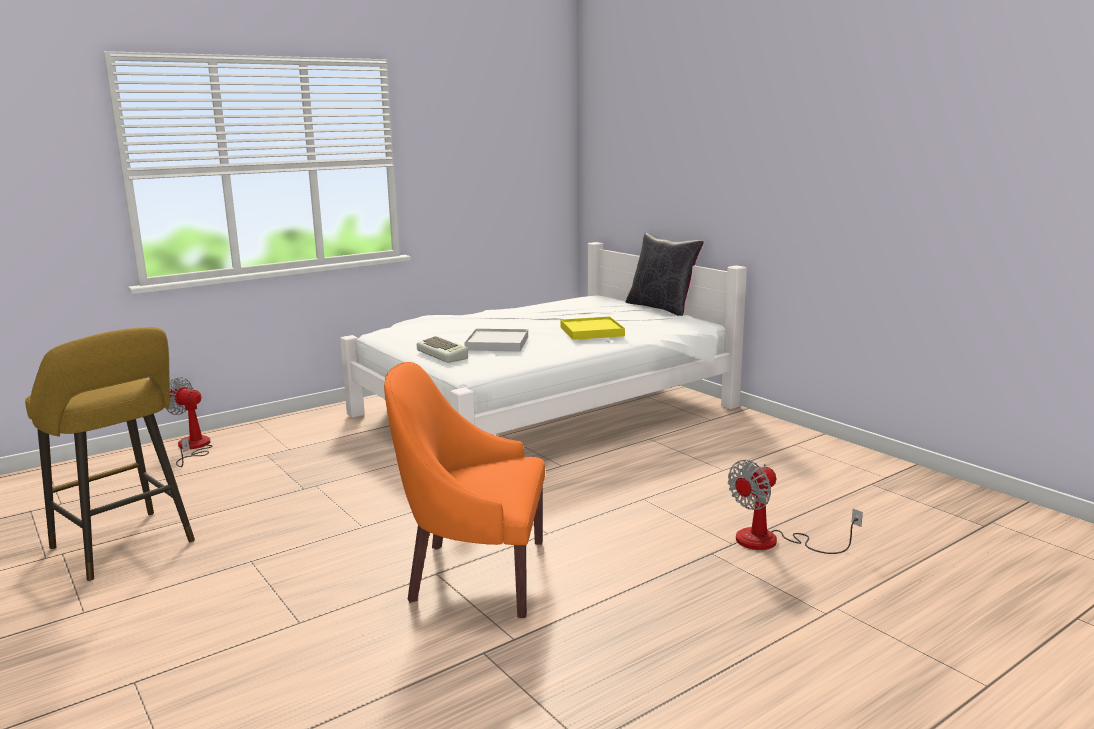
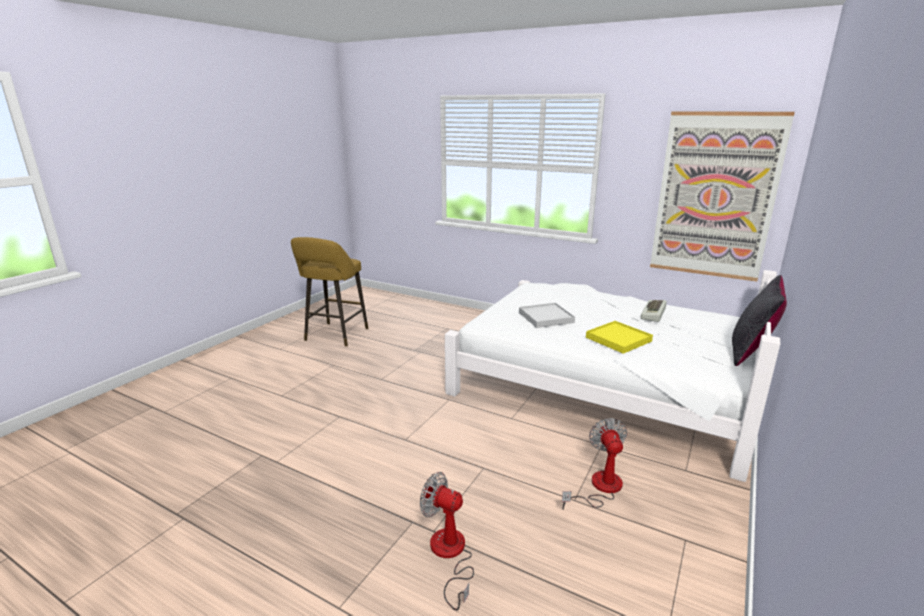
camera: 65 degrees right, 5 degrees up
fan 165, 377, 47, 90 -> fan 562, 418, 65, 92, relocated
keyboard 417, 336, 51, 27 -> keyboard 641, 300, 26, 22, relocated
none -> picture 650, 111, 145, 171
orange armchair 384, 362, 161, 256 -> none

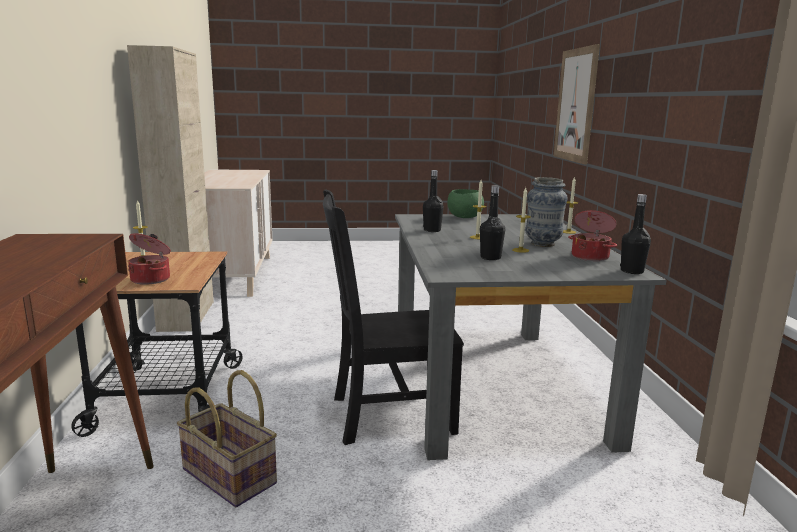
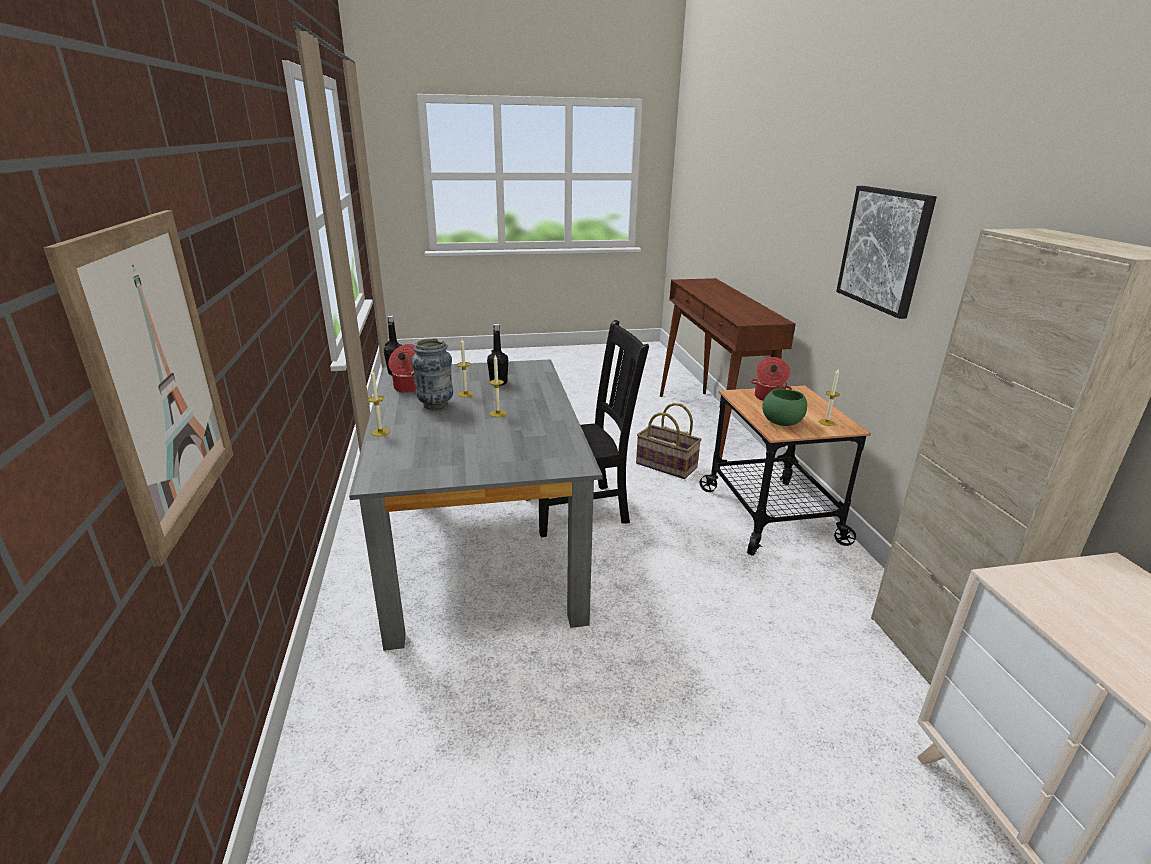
camera: 175 degrees right, 10 degrees up
green bowl 447, 189, 37, 29 -> green bowl 762, 388, 45, 38, relocated
none -> picture 836, 186, 101, 133
black bottle 423, 170, 21, 62 -> none

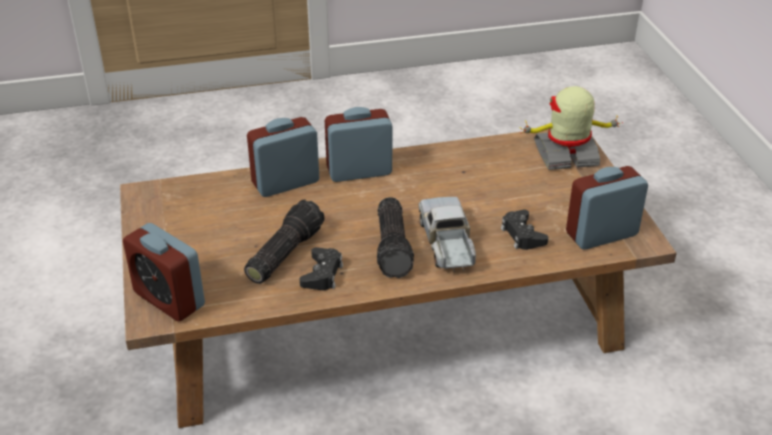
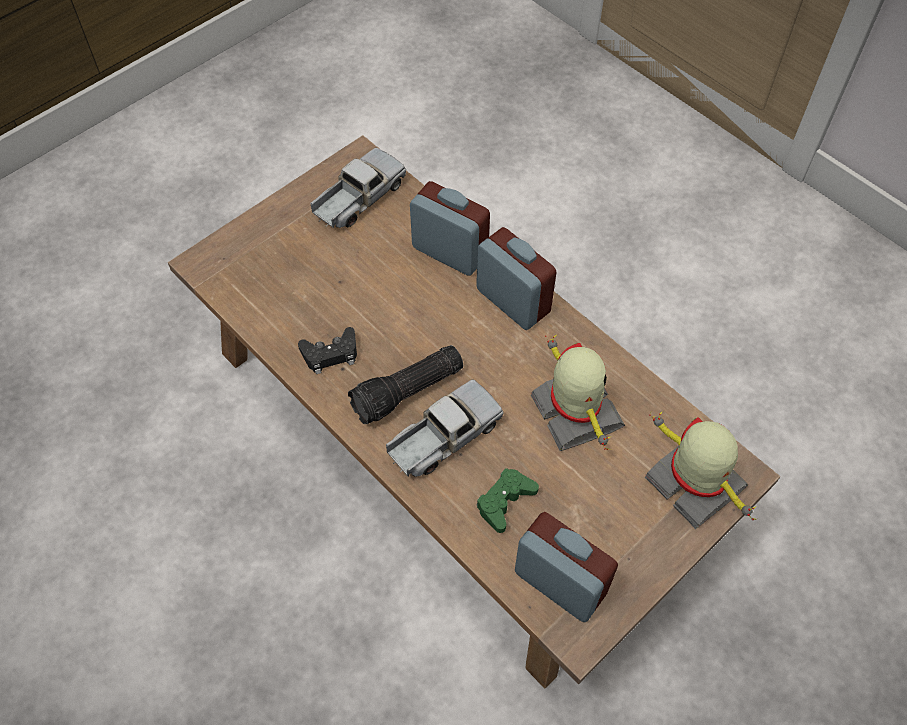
camera: 60 degrees right, 20 degrees up
none -> toy truck 310, 148, 96, 80
black game controller 501, 210, 47, 40 -> green game controller 476, 468, 63, 65
none -> toy robot 531, 334, 94, 117
alarm clock 123, 223, 82, 98 -> none
flashlight 244, 200, 81, 84 -> none

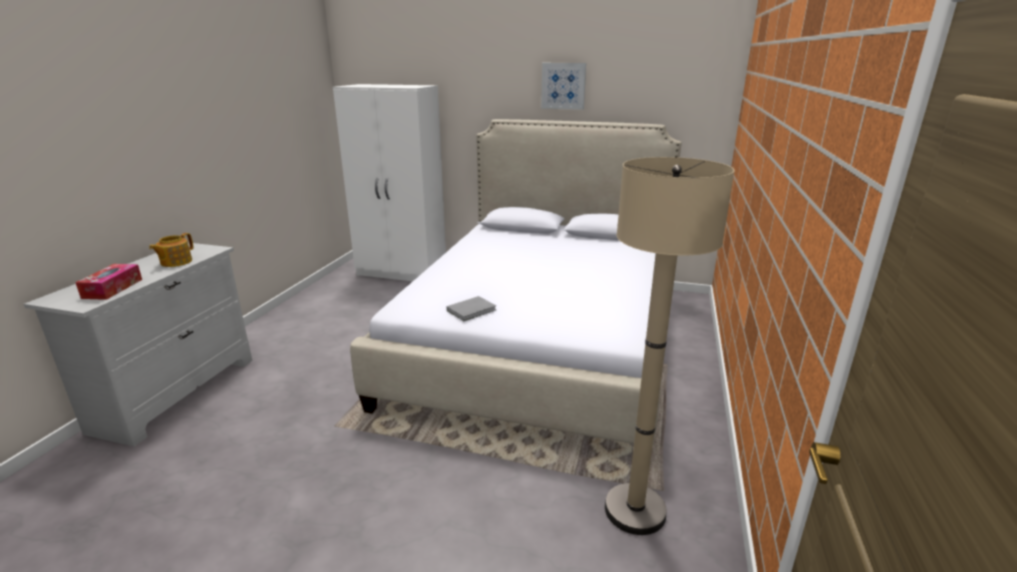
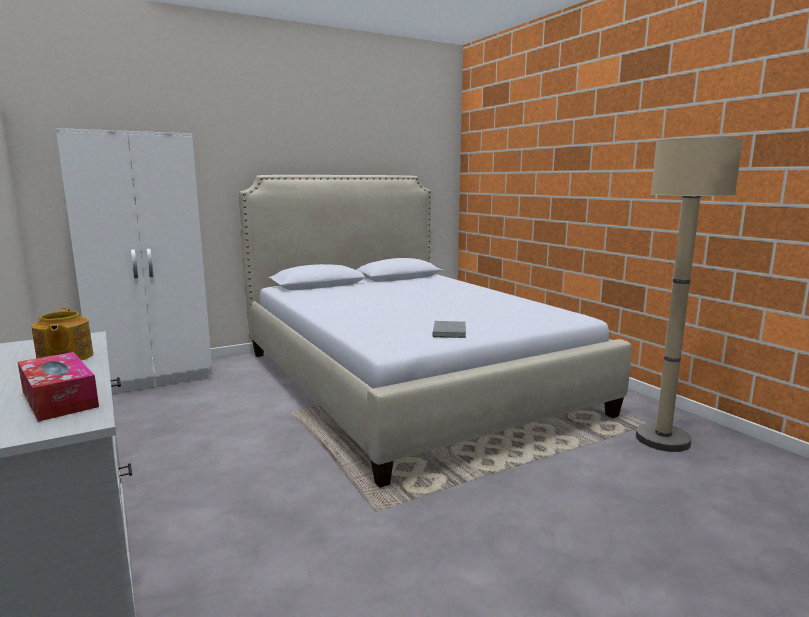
camera: 45 degrees left, 10 degrees down
picture 541, 63, 45, 47 -> none

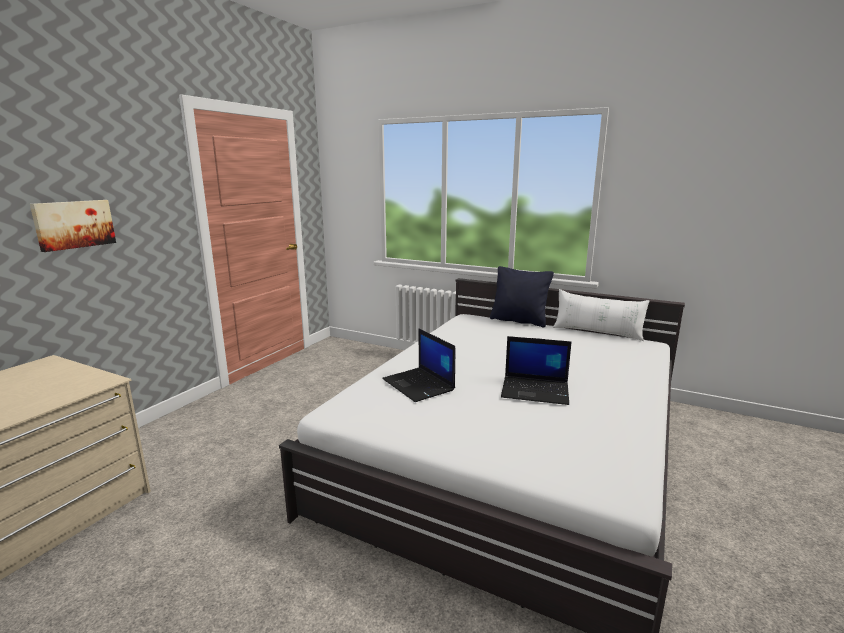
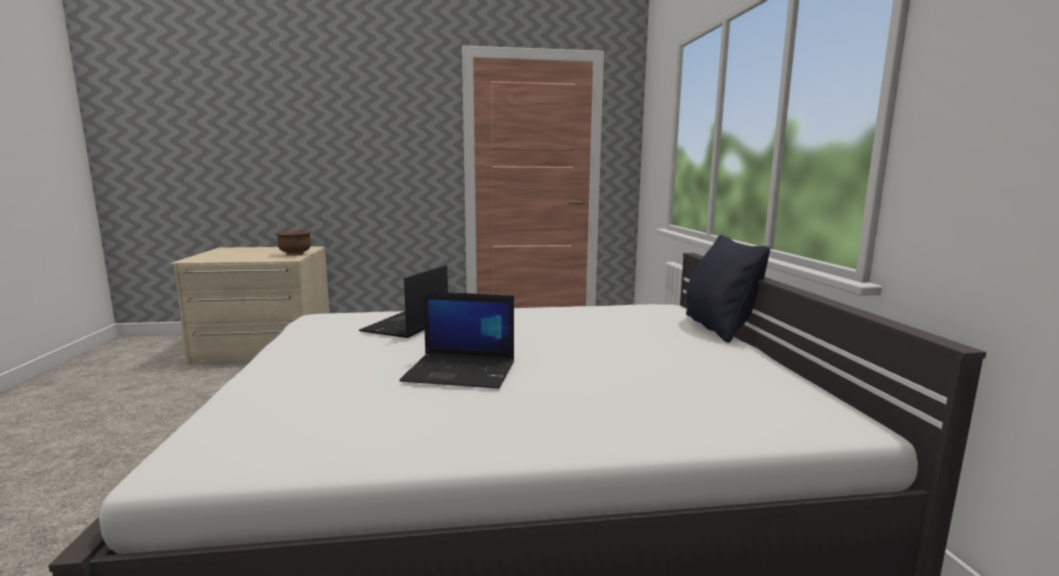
camera: 55 degrees right, 5 degrees down
none -> brown bowl 275, 231, 37, 25
laptop 501, 336, 71, 69 -> laptop 400, 292, 114, 97, 60 degrees counterclockwise
picture 30, 200, 86, 52 -> none
white pillow 553, 289, 97, 52 -> none

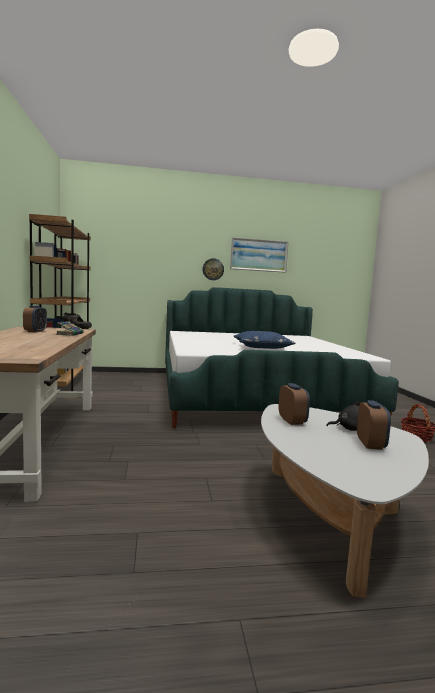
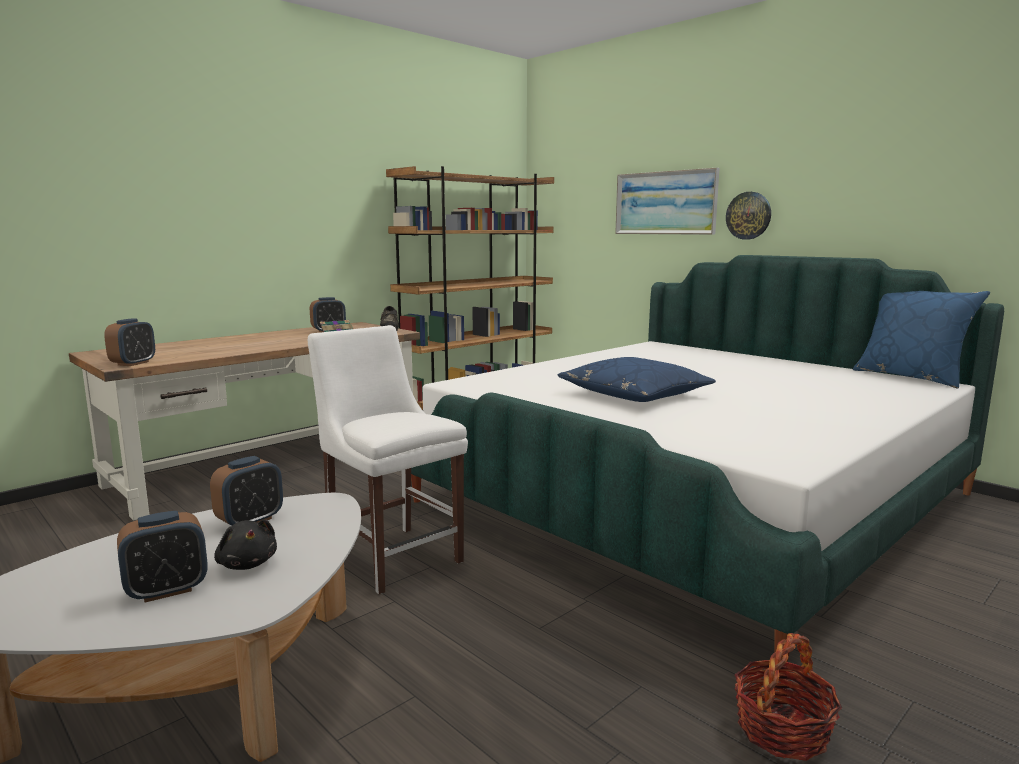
camera: 55 degrees right, 5 degrees up
none -> alarm clock 104, 318, 51, 48
none -> white chair 308, 325, 160, 269
picture 230, 237, 58, 36 -> picture 615, 168, 104, 67, relocated
none -> blue pillow 853, 291, 137, 97

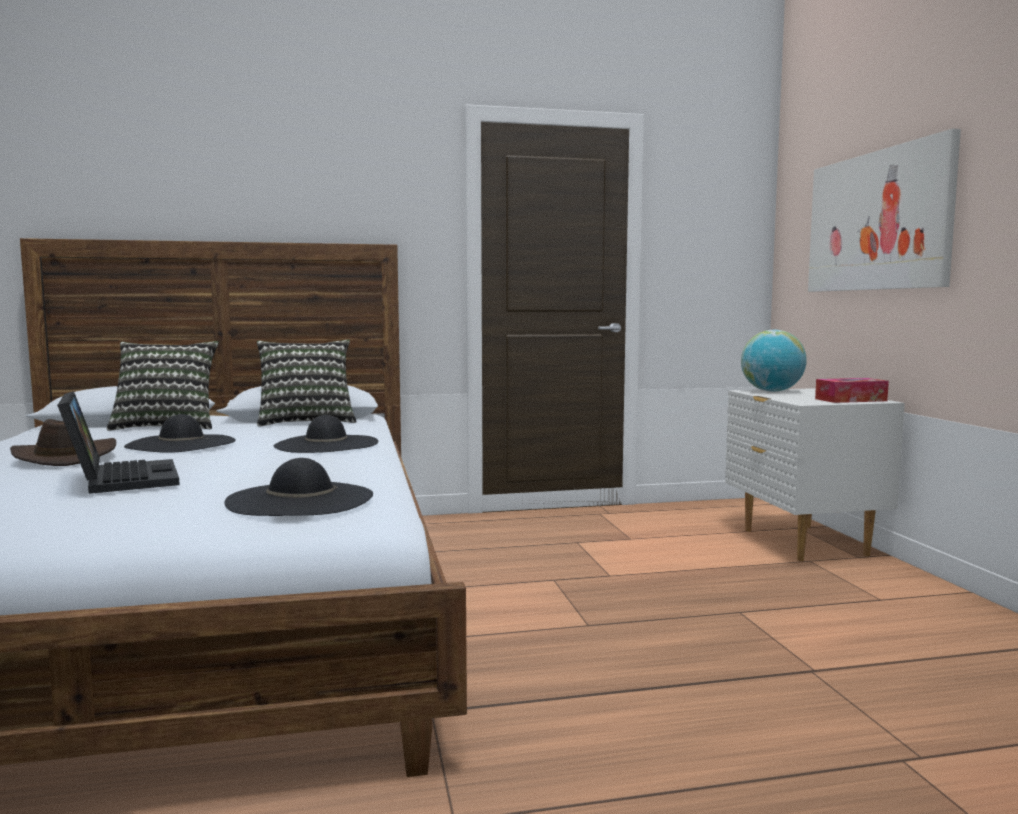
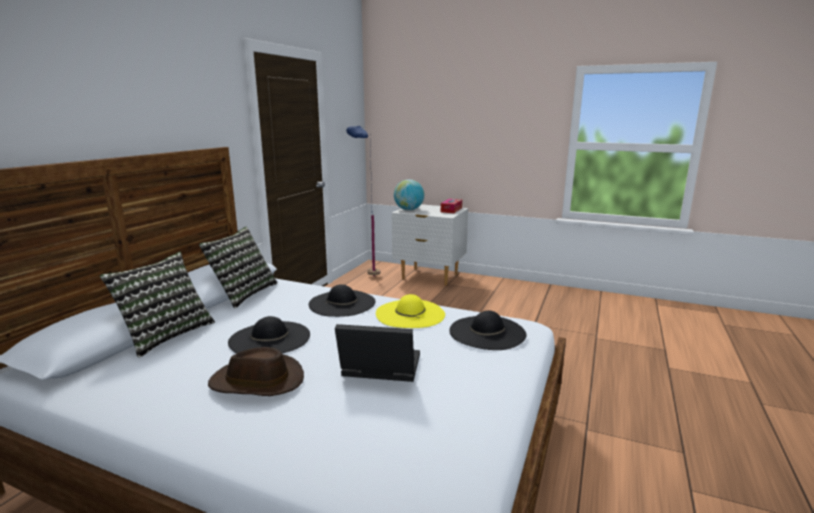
camera: 55 degrees left, 10 degrees up
none -> blue floor lamp 346, 126, 34, 151
none -> yellow hat 376, 294, 69, 34
picture 808, 129, 153, 163 -> none

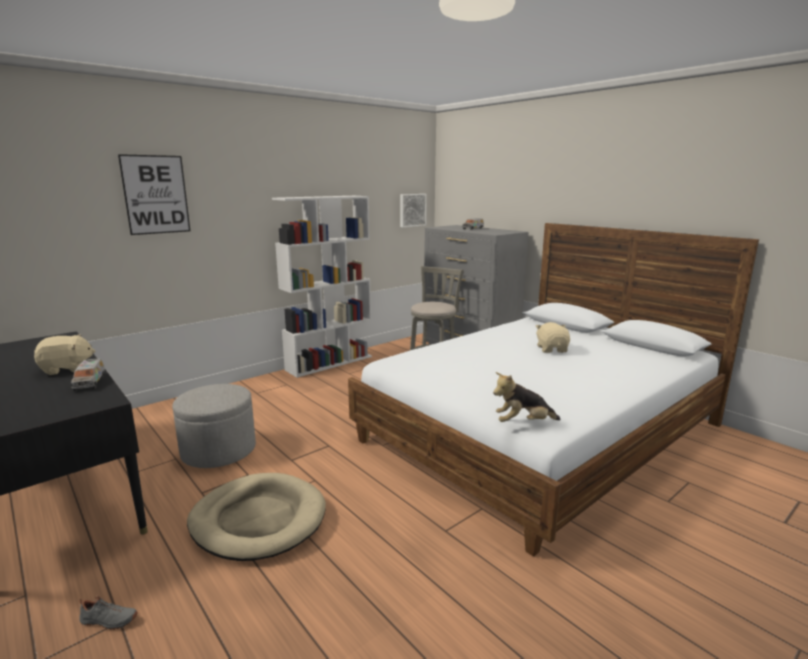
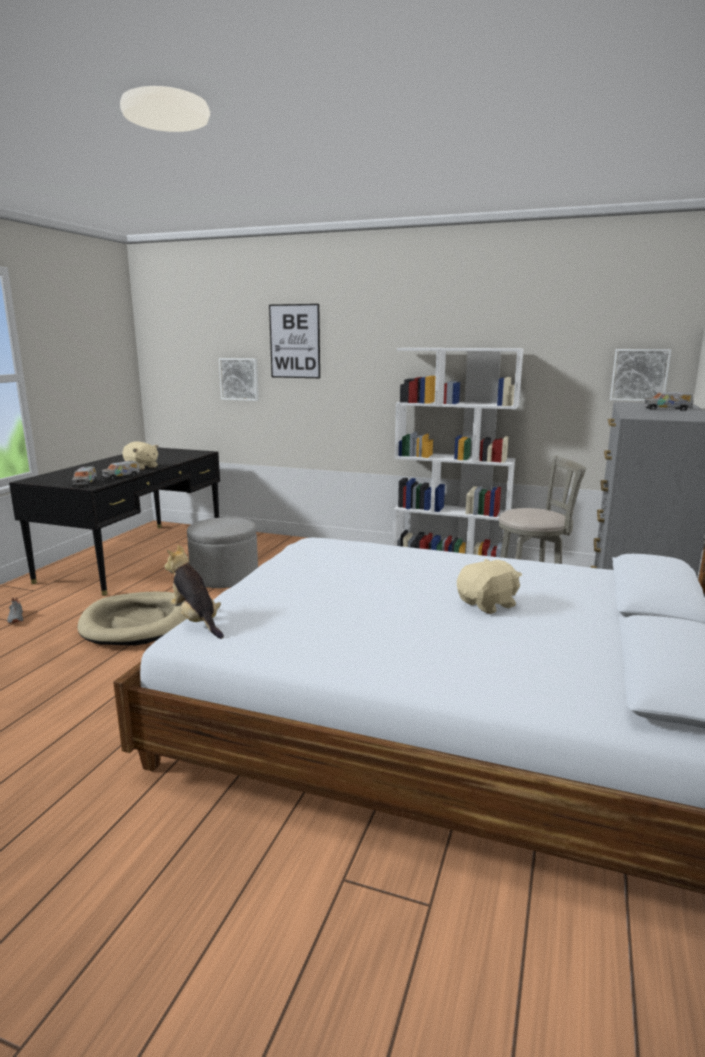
camera: 60 degrees right, 0 degrees up
none -> toy truck 72, 466, 25, 21
none -> picture 219, 358, 40, 43

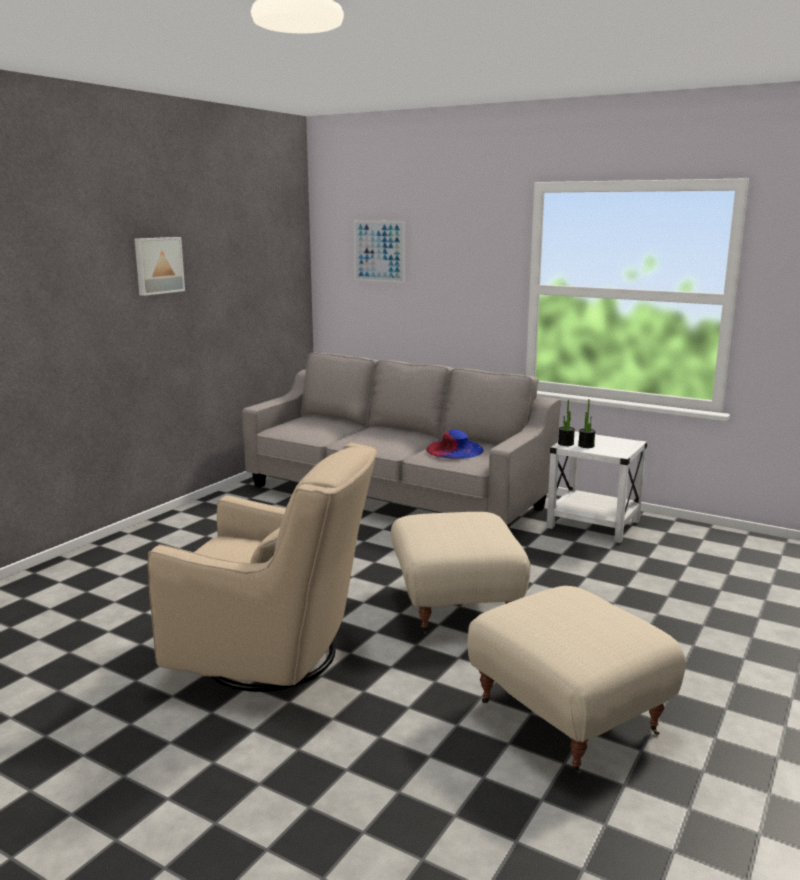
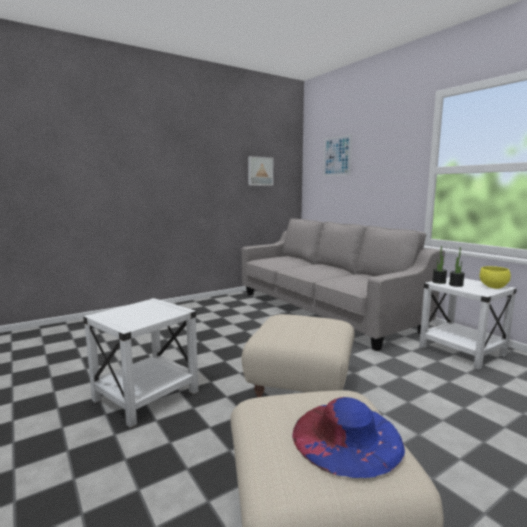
camera: 25 degrees right, 5 degrees down
beige armchair 148, 442, 229, 250 -> white side table 83, 298, 115, 130
picture 134, 237, 51, 59 -> picture 248, 156, 25, 30, relocated
blue hat 426, 430, 58, 29 -> blue hat 292, 397, 113, 81, relocated
none -> yellow bowl 479, 266, 32, 23

